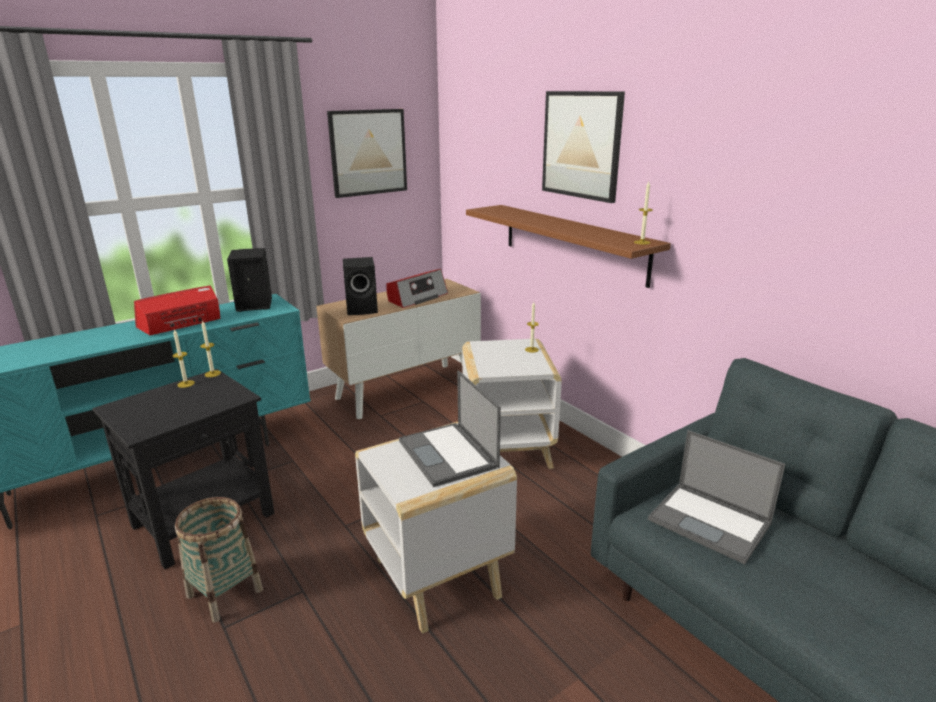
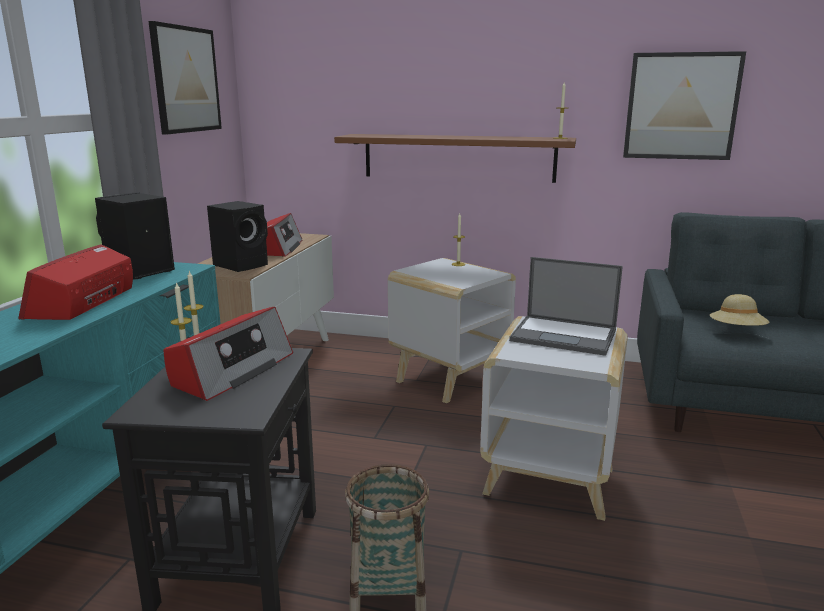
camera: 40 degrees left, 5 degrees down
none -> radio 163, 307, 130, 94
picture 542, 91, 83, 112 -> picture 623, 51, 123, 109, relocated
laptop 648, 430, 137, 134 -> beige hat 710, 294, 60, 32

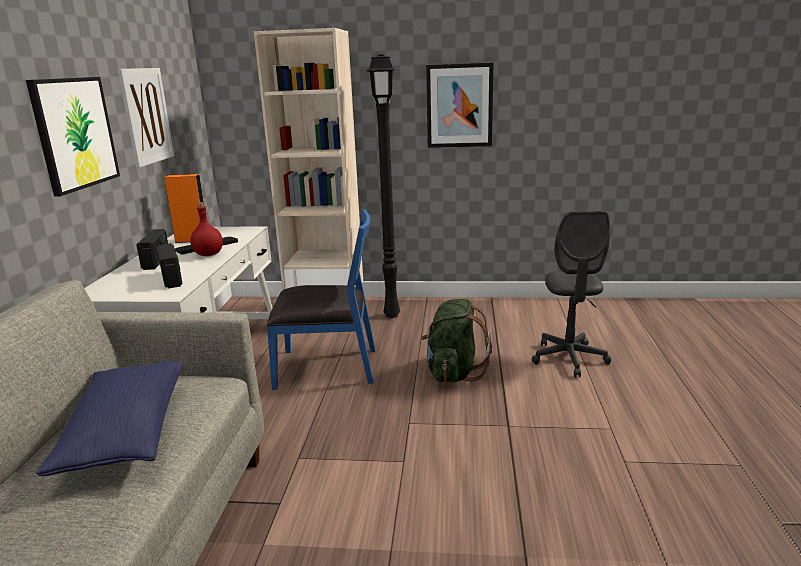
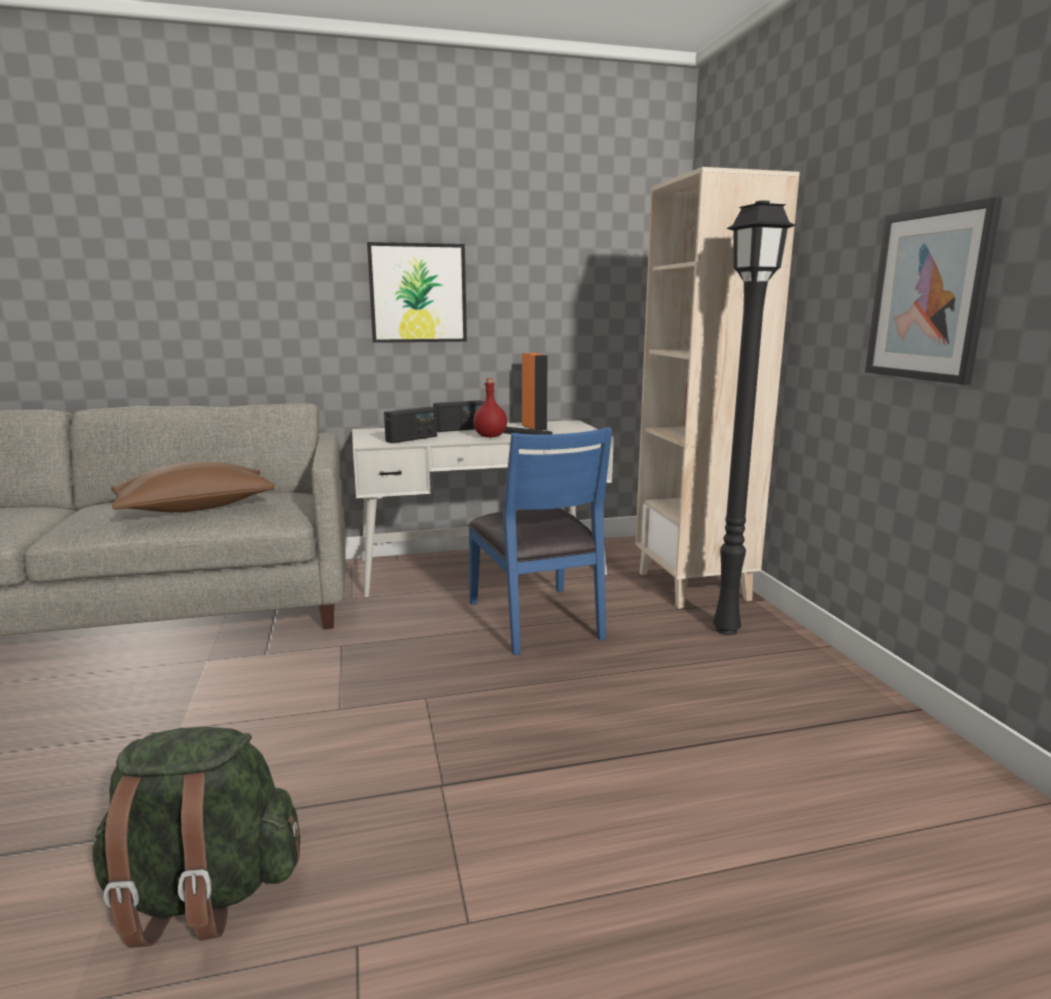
camera: 70 degrees right, 5 degrees down
green backpack 421, 299, 71, 84 -> green backpack 91, 727, 209, 221, relocated
blue pillow 36, 361, 147, 115 -> brown pillow 111, 462, 164, 51
picture 118, 68, 56, 100 -> none
grey office chair 532, 211, 79, 166 -> none

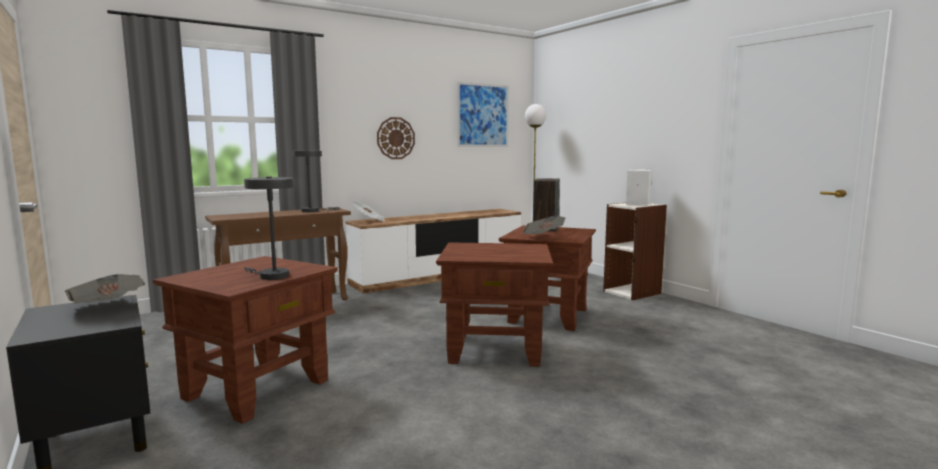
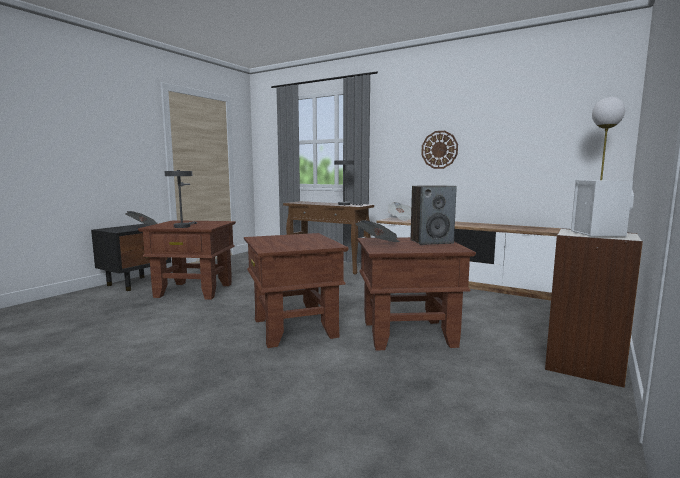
camera: 65 degrees right, 0 degrees up
picture 457, 82, 52, 65 -> none

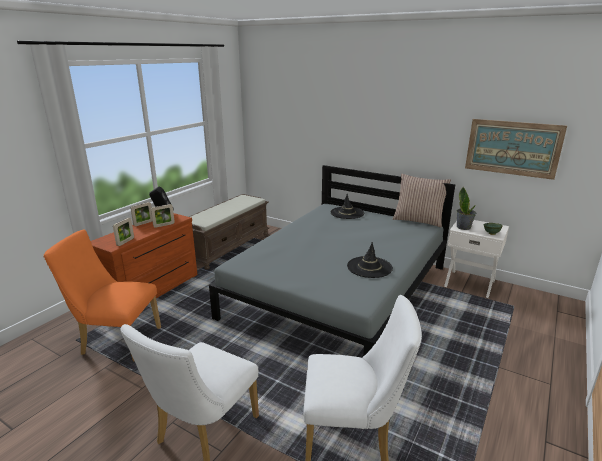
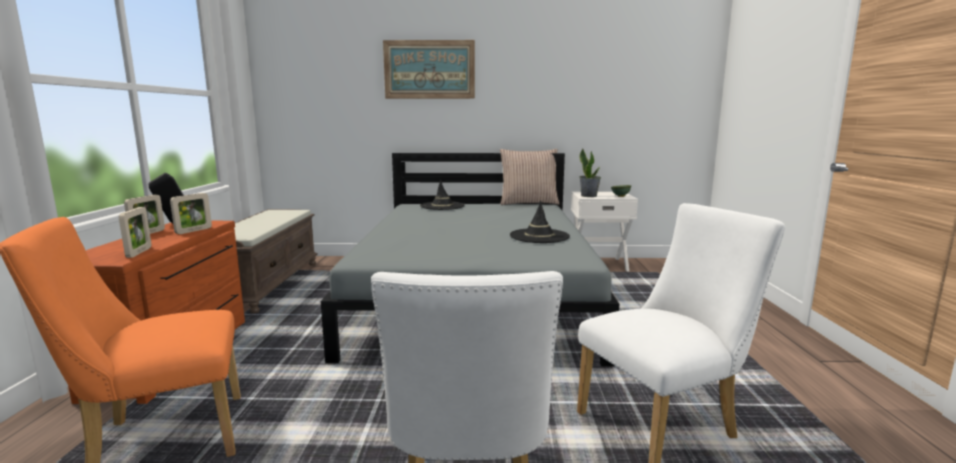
camera: 30 degrees left, 10 degrees down
picture 465, 119, 102, 61 -> picture 383, 40, 92, 59, relocated

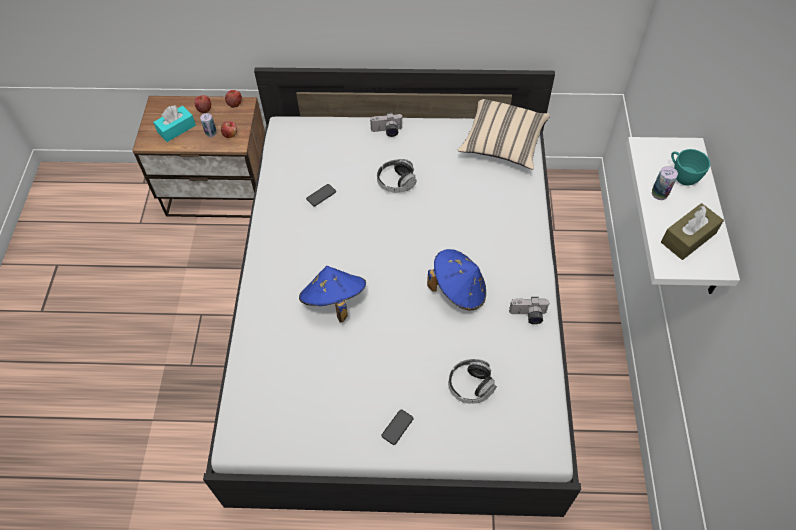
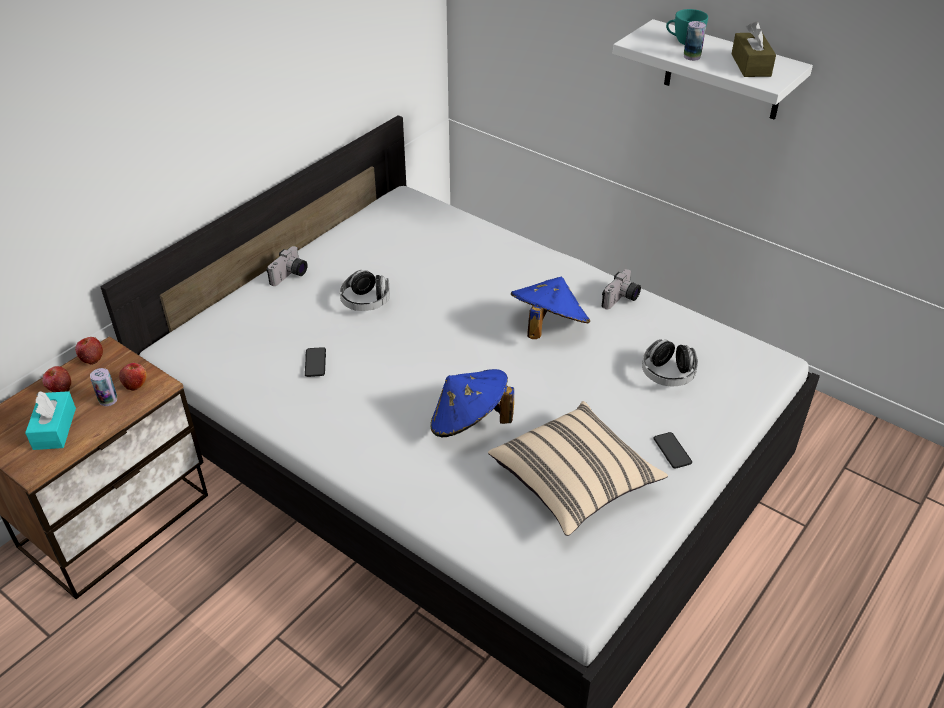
camera: 55 degrees left, 15 degrees down
beige pillow 458, 99, 92, 71 -> beige pillow 488, 401, 180, 135, relocated

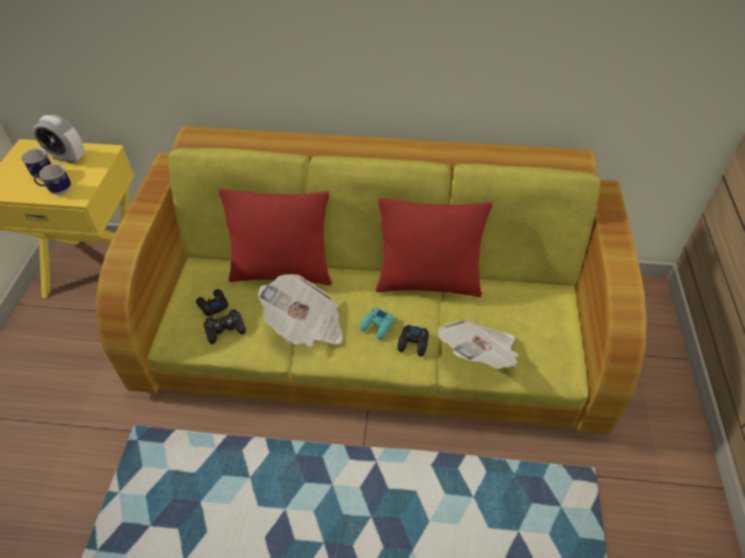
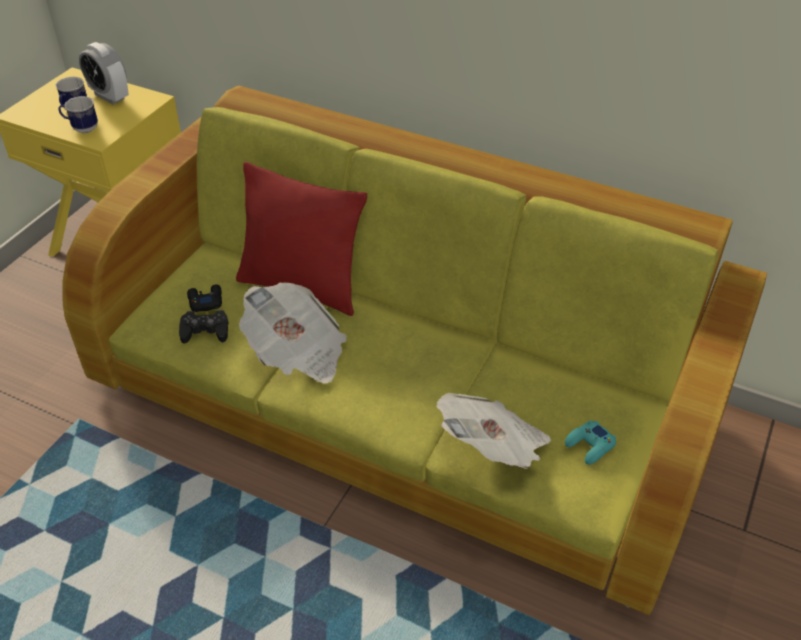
camera: 20 degrees right, 5 degrees down
turquoise game controller 360, 307, 34, 33 -> turquoise game controller 565, 420, 51, 45, relocated
red pillow 376, 198, 116, 99 -> none
black game controller 397, 325, 32, 32 -> none

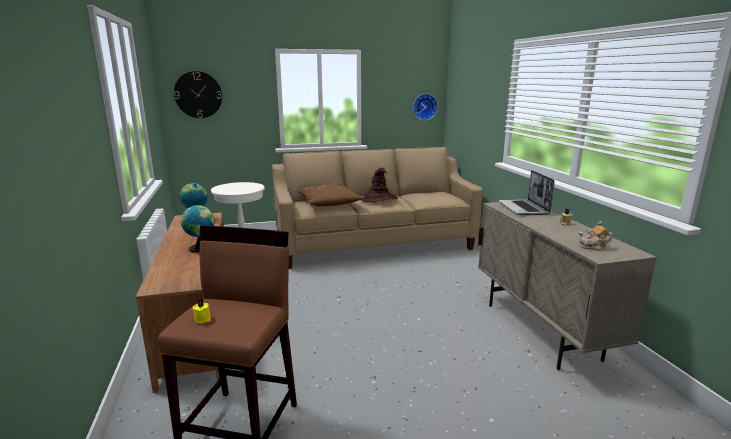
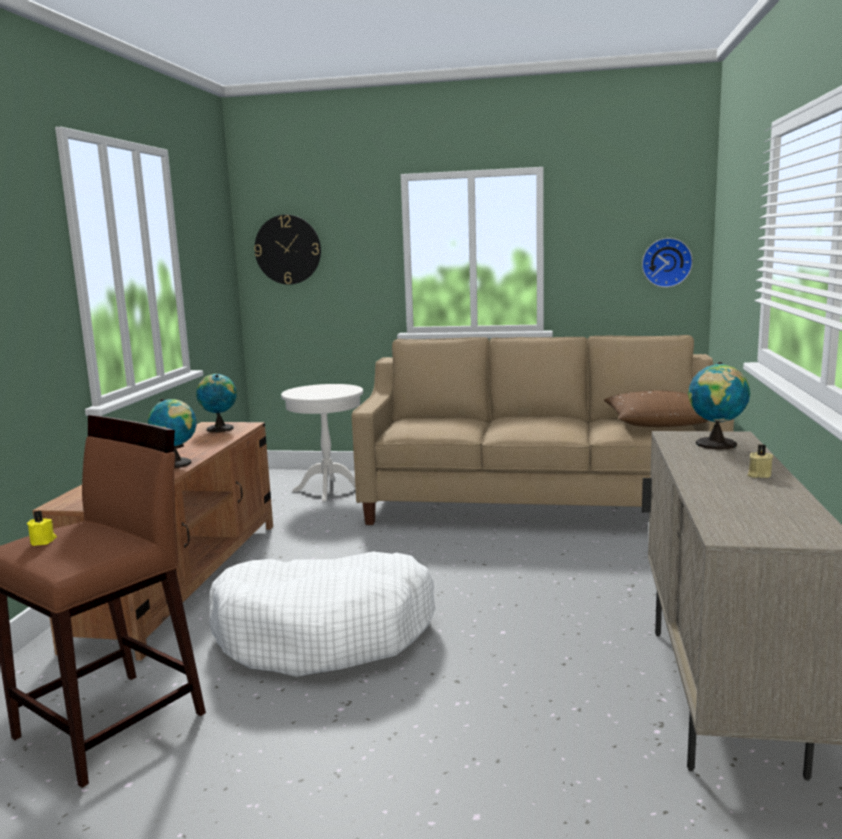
camera: 25 degrees right, 5 degrees down
none -> white dog bed 210, 552, 225, 125
brown pillow 298, 184, 65, 22 -> brown pillow 604, 390, 103, 37, relocated
laptop 498, 170, 57, 45 -> globe 688, 362, 62, 87
brown hat 361, 168, 37, 35 -> none
teapot 578, 221, 35, 29 -> none

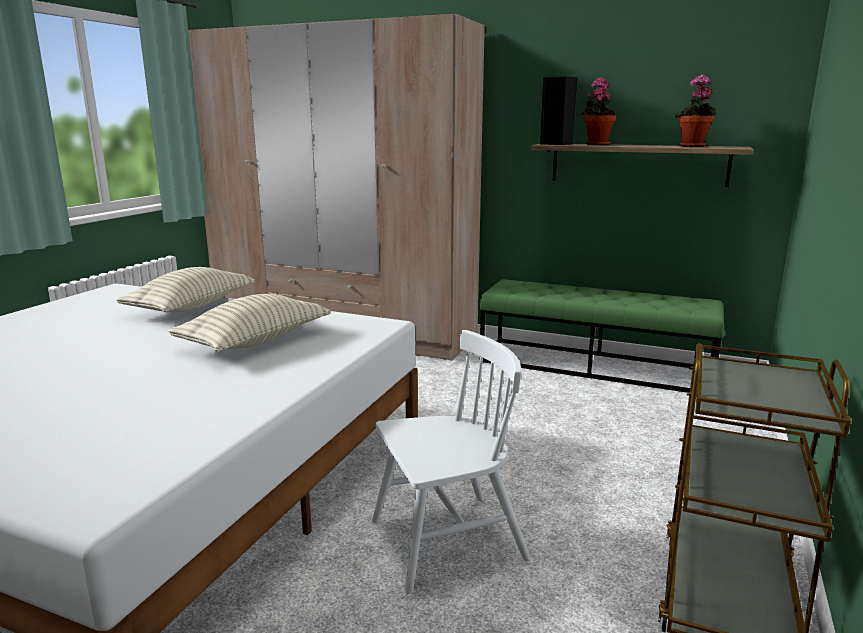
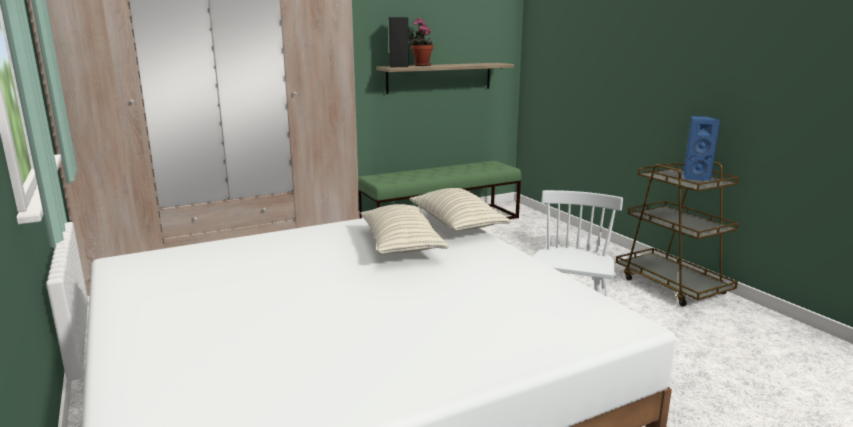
camera: 50 degrees left, 0 degrees up
pillow 116, 267, 139, 45 -> pillow 410, 188, 101, 43, relocated
none -> blue speaker 683, 116, 37, 65
potted plant 675, 74, 41, 73 -> none

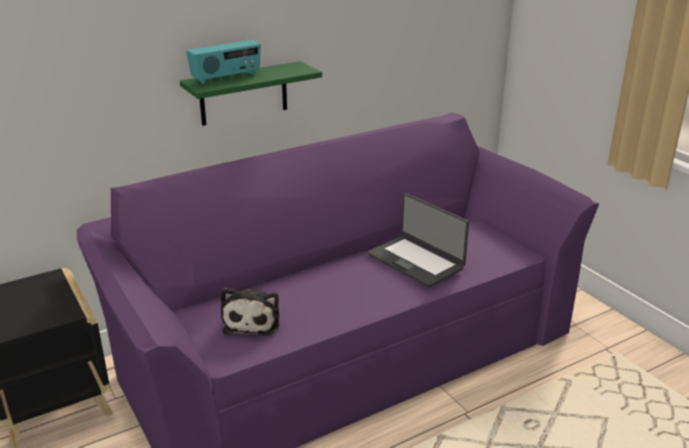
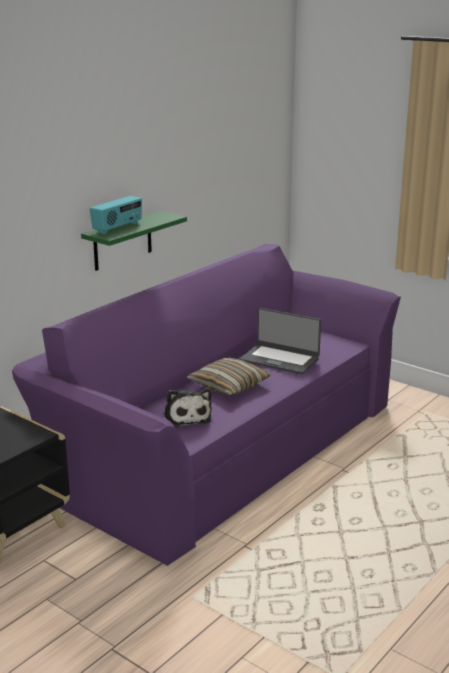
camera: 20 degrees left, 5 degrees down
none -> pillow 187, 357, 84, 39

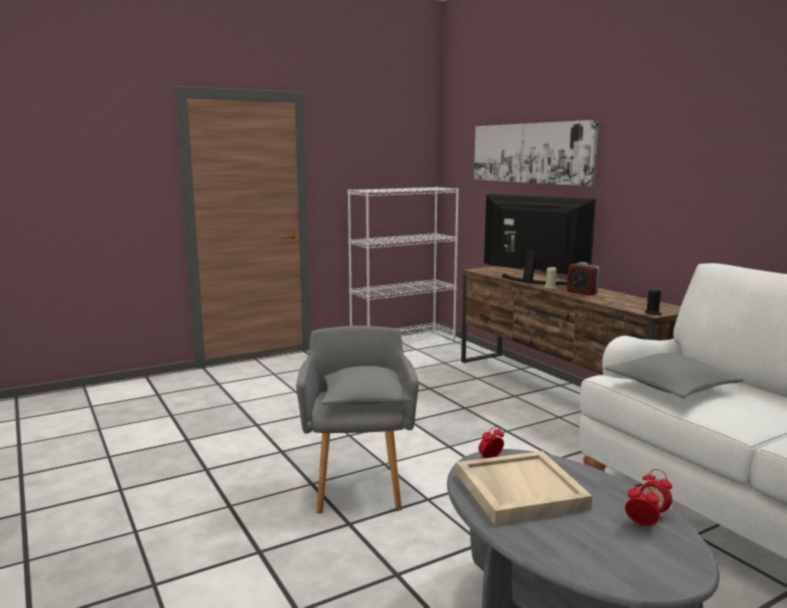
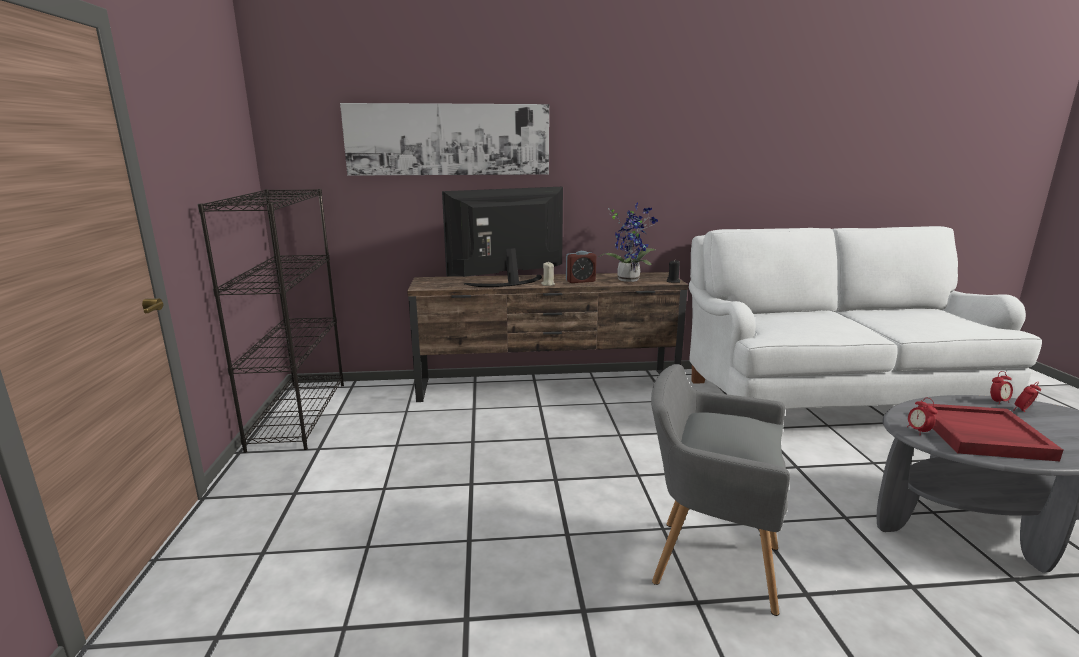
camera: 65 degrees left, 5 degrees up
white bookcase 347, 187, 112, 156 -> black bookcase 198, 189, 146, 264
none -> potted plant 599, 202, 59, 80
beige tray 456, 451, 137, 74 -> red tray 918, 403, 145, 58
grey pillow 605, 353, 139, 45 -> none

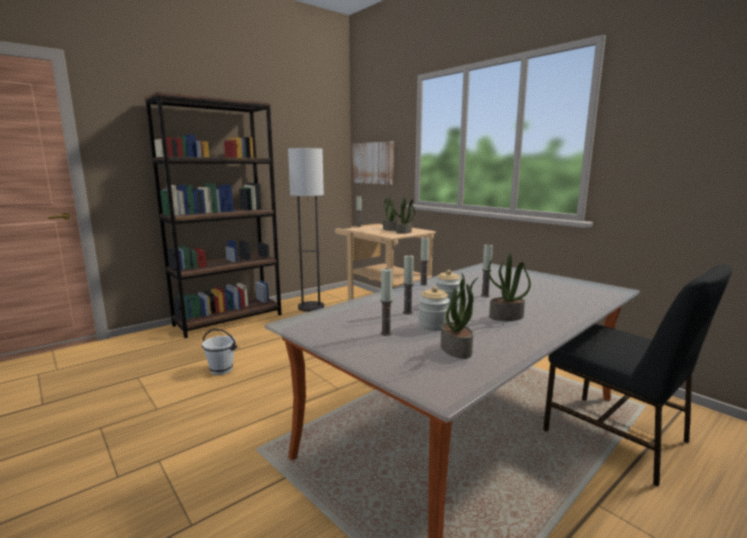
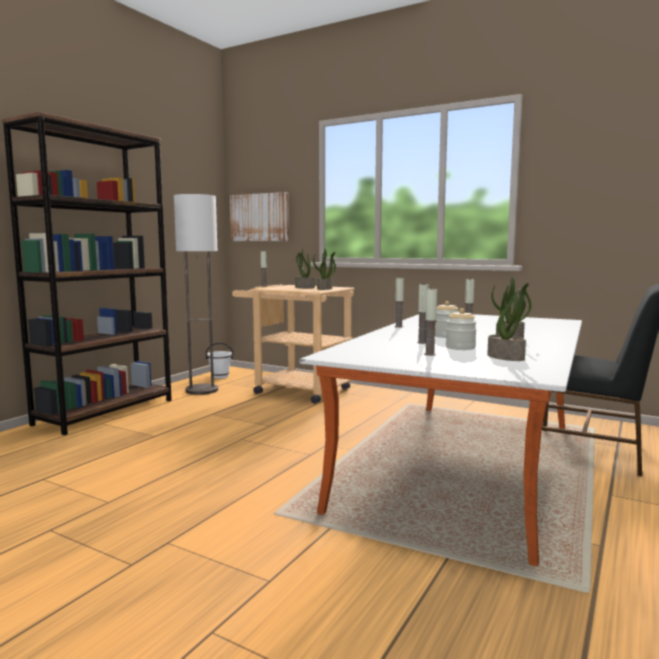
camera: 20 degrees left, 5 degrees down
white bucket 202, 329, 35, 46 -> white bucket 206, 343, 28, 36, relocated

